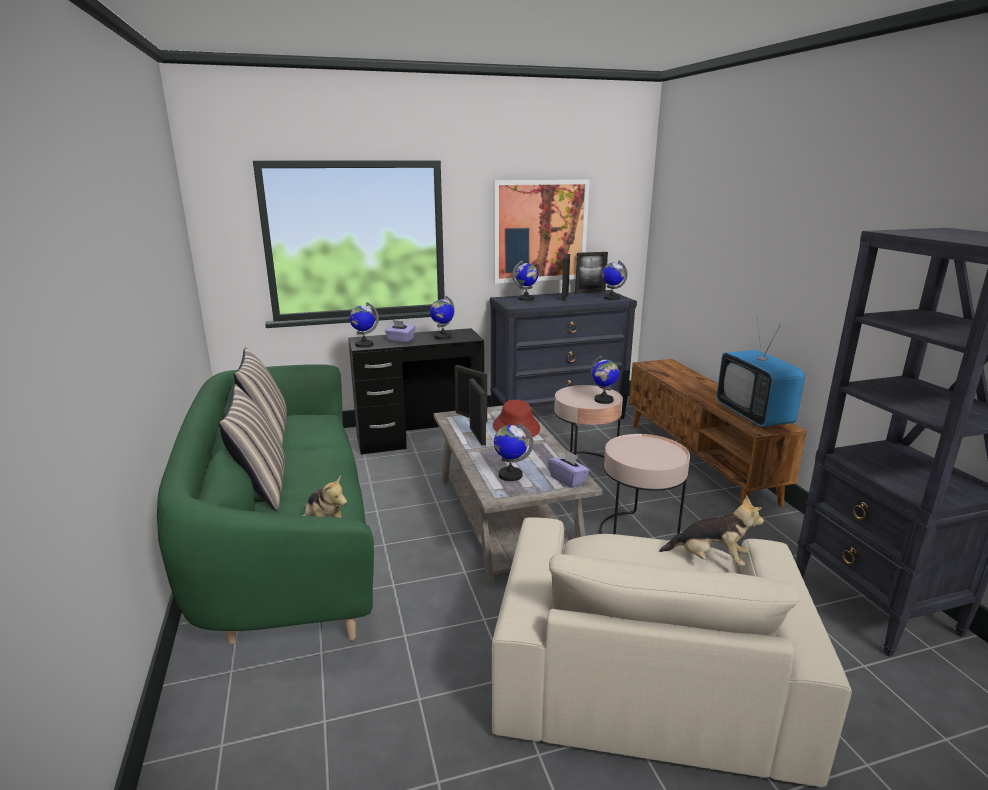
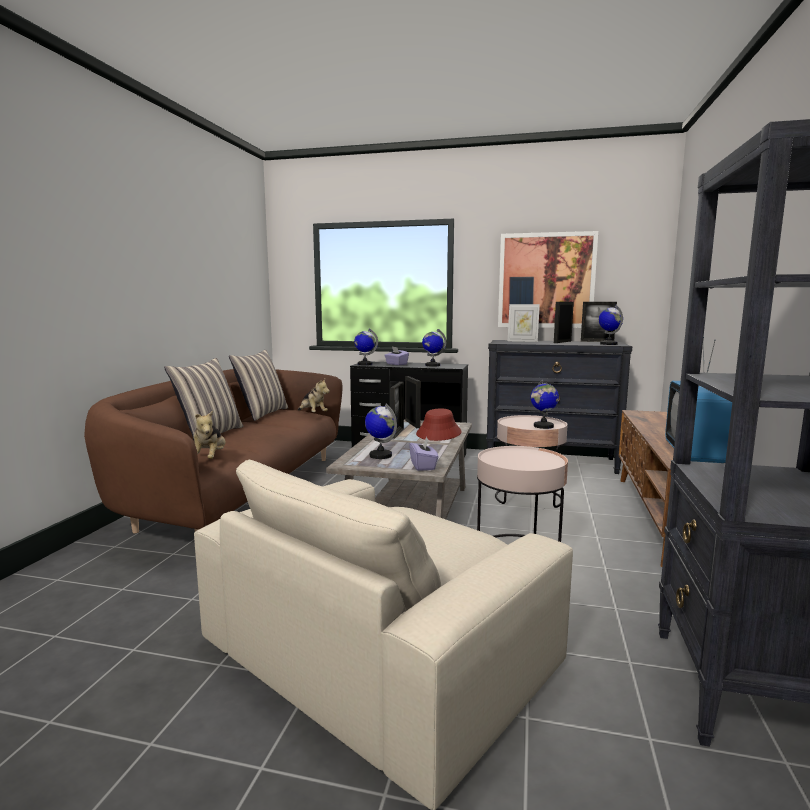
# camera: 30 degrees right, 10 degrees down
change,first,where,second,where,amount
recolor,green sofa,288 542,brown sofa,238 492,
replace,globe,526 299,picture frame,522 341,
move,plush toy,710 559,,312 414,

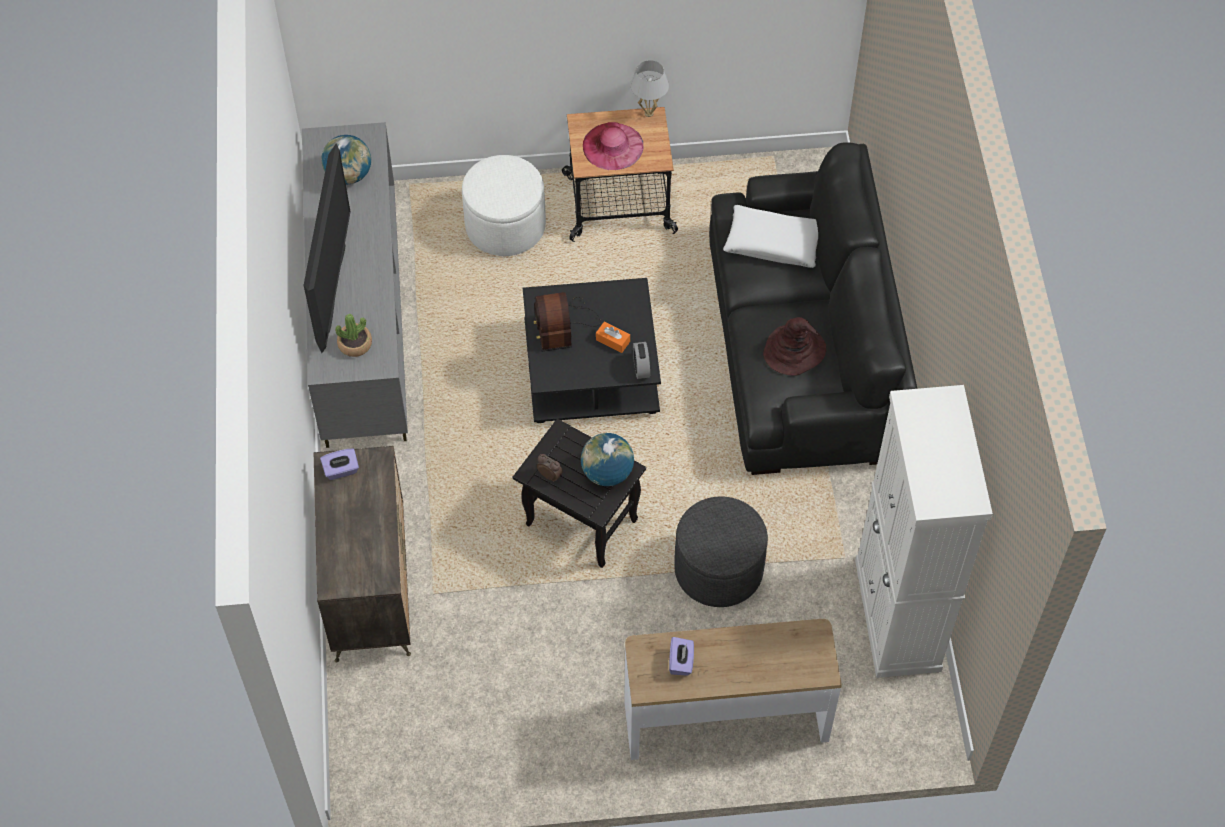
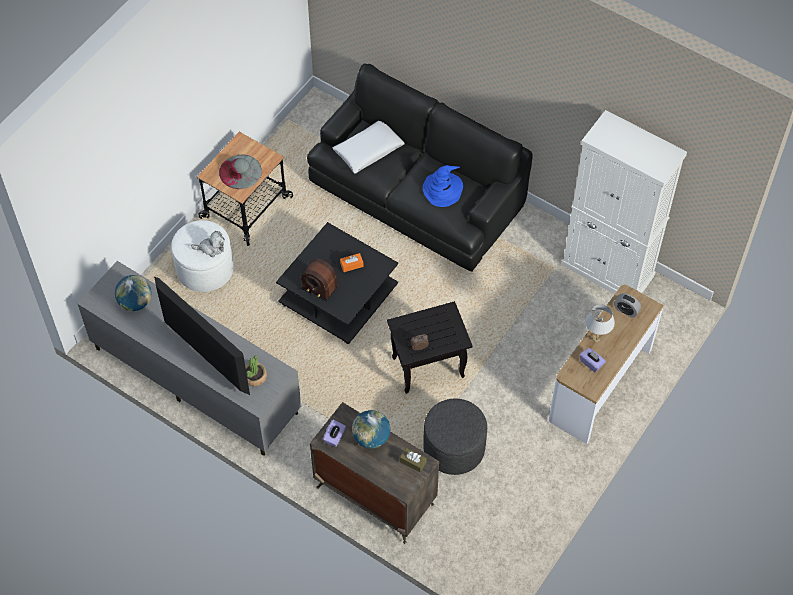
# camera: 50 degrees left, 0 degrees up
change,first,where,second,where,amount
move,globe,607 473,,371 438,
recolor,pink hat,612 146,grey hat,240 171,
move,white table lamp,649 113,,596 338,
move,alarm clock,641 368,,626 310,
move,grey ottoman,718 569,,454 448,
recolor,brown hat,794 350,blue hat,442 189,
insert,,,plush toy,211 248,
insert,,,brown tissue box,413 462,

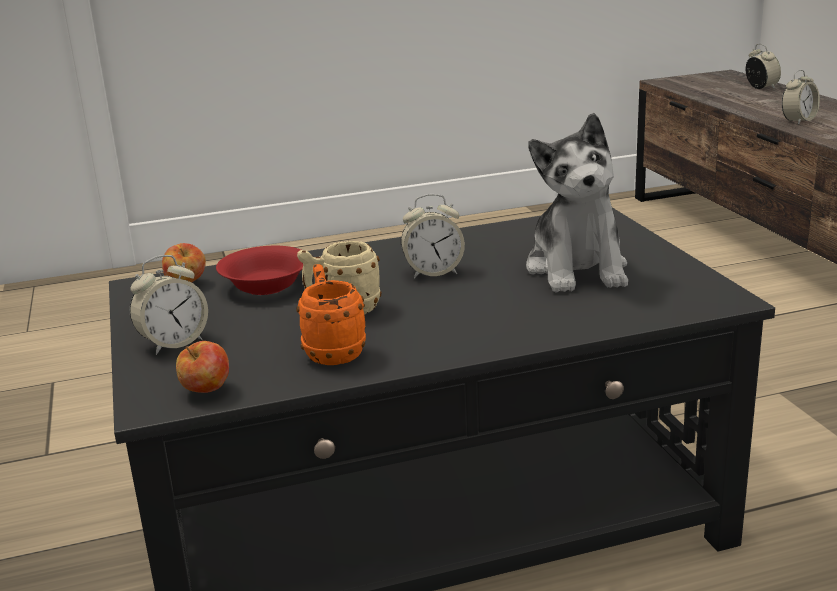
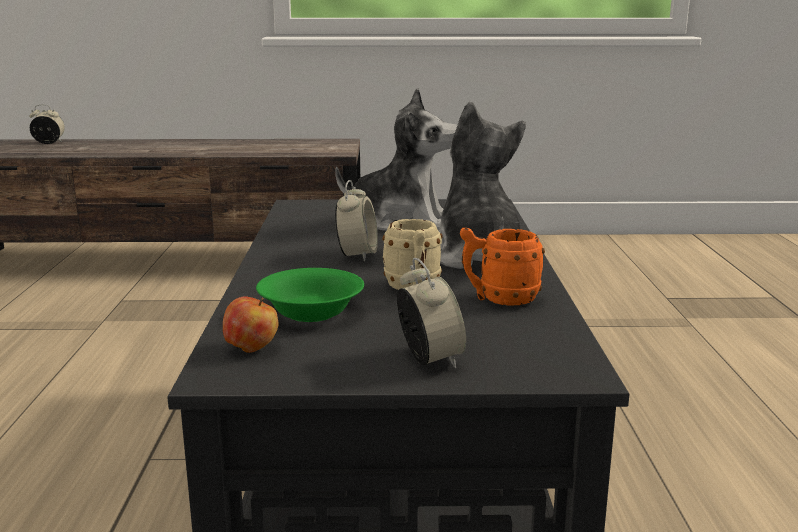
# camera: 75 degrees left, 5 degrees down
change,first,where,second,where,amount
delete,apple,207 391,,,
recolor,red bowl,266 286,green bowl,310 312,
delete,alarm clock,798 121,,,
insert,,,plush toy,476 257,

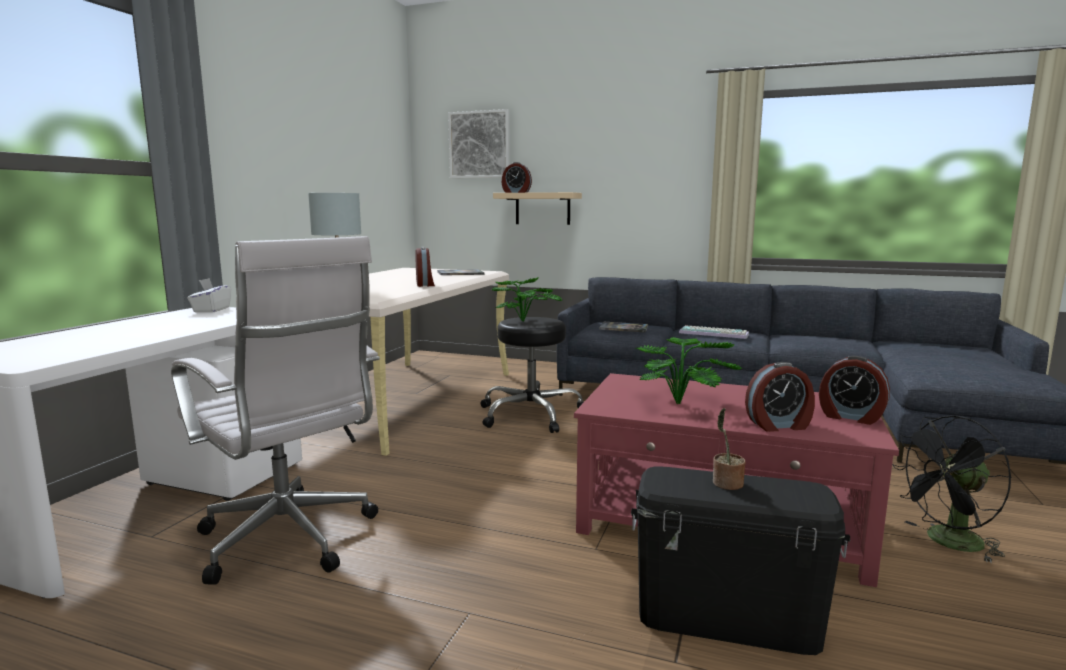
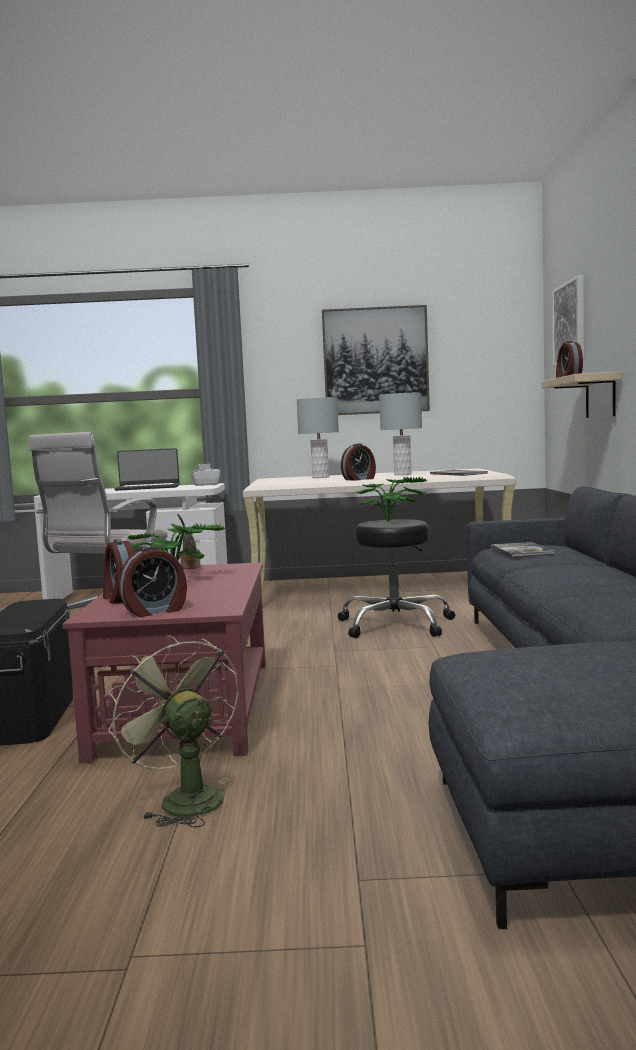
# camera: 70 degrees right, 5 degrees down
change,first,where,second,where,amount
delete,keyboard,714 333,,,
move,potted plant,726 484,,189 567,
rotate,alarm clock,850 417,,155 611,135 degrees counterclockwise
recolor,black fan,947 543,green fan,183 798,
insert,,,laptop,148 487,
insert,,,picture,375 361,
insert,,,grey table lamp,403 474,

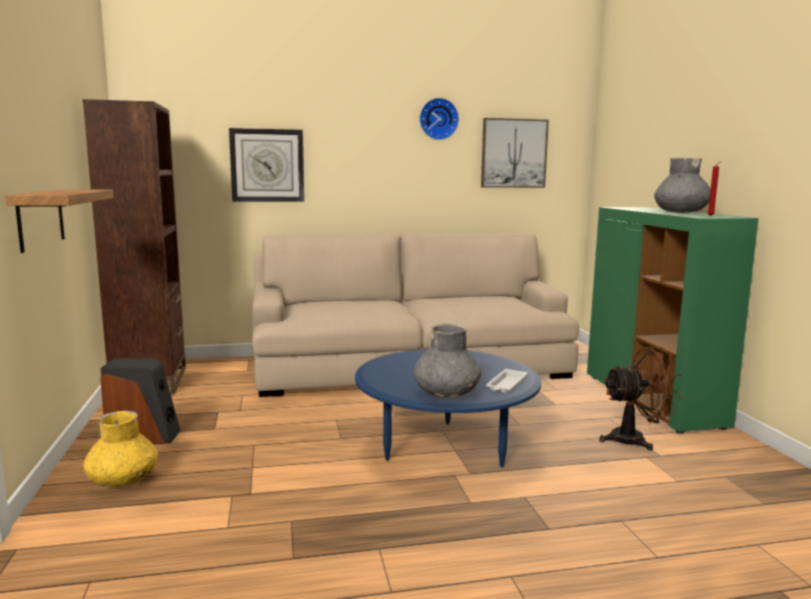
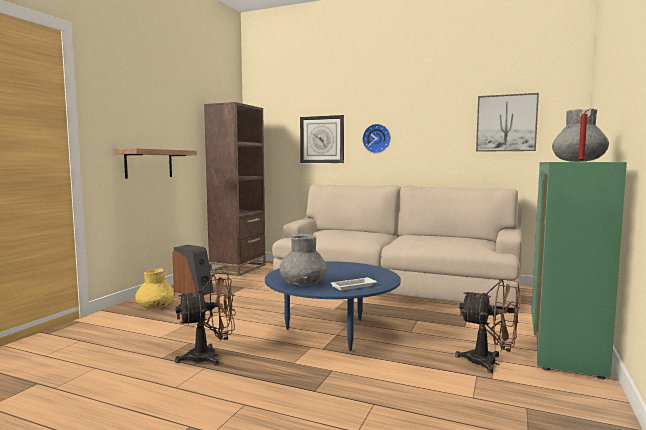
# camera: 35 degrees right, 5 degrees down
change,first,where,second,where,amount
move,wall clock,438 119,,377 138,
insert,,,brown fan,210 356,

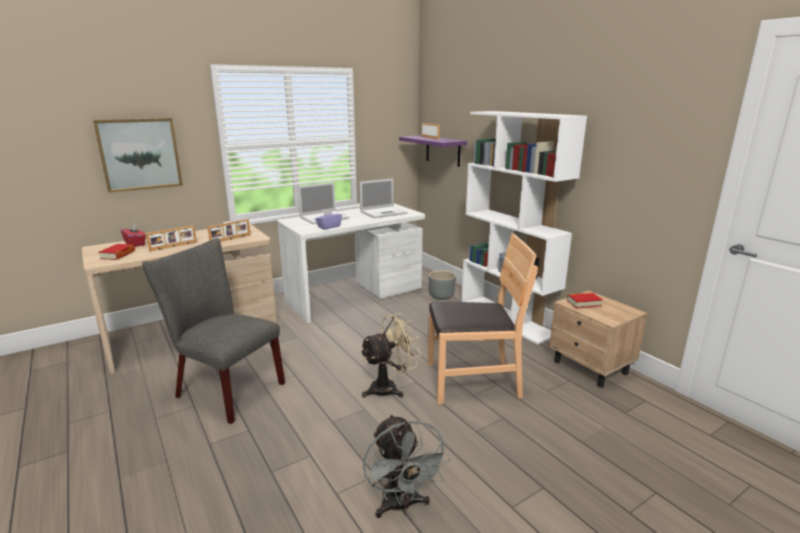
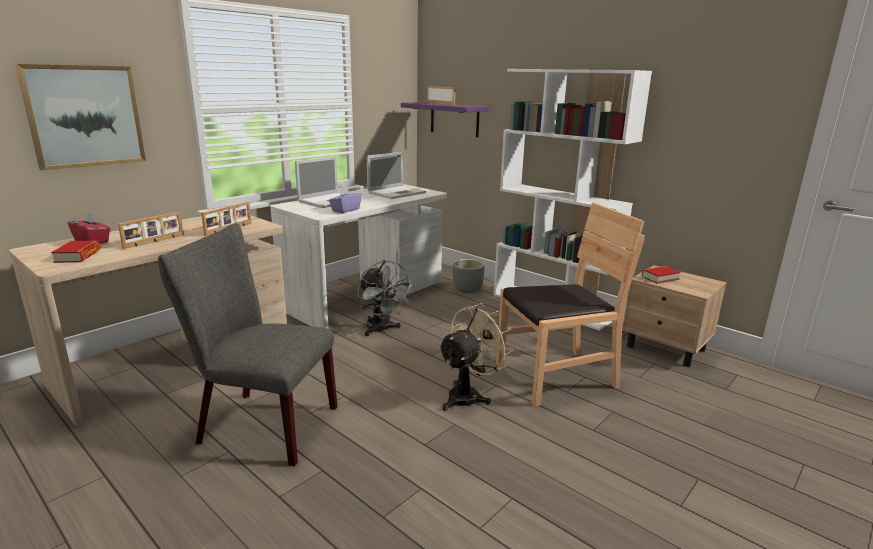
# camera: 15 degrees left, 0 degrees up
change,first,where,second,where,amount
move,grey fan,401 506,,381 330,

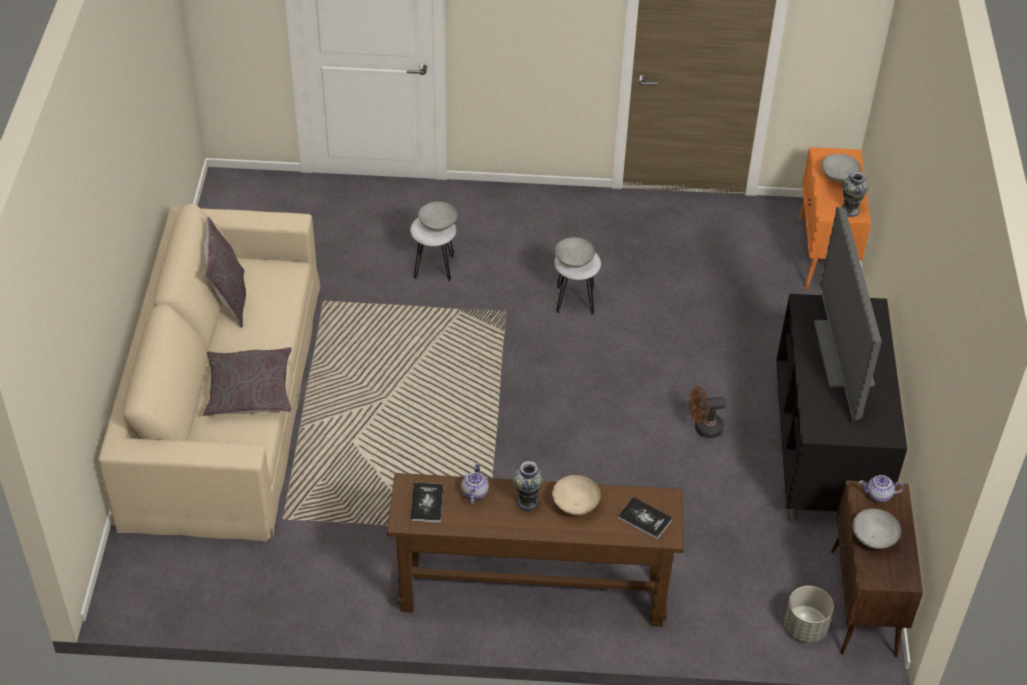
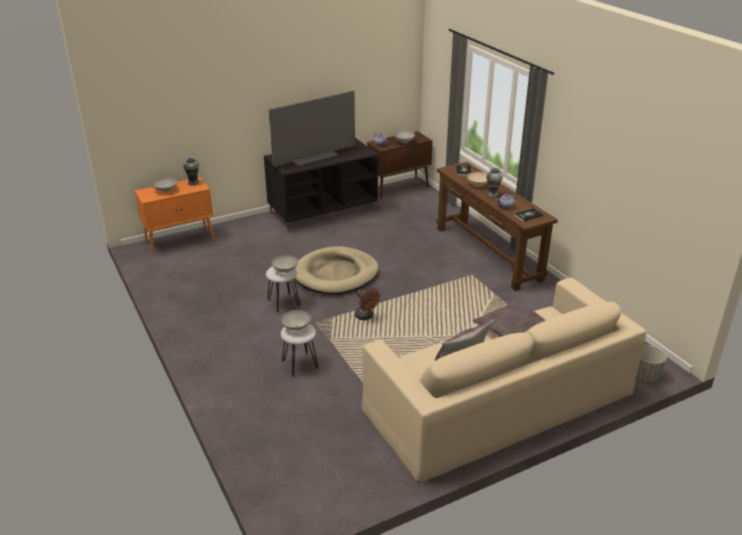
# camera: 120 degrees left, 15 degrees down
change,first,where,second,where,amount
move,brown fan,703 428,,366 317,
move,grey planter,804 627,,646 375,
insert,,,beige dog bed,336 274,

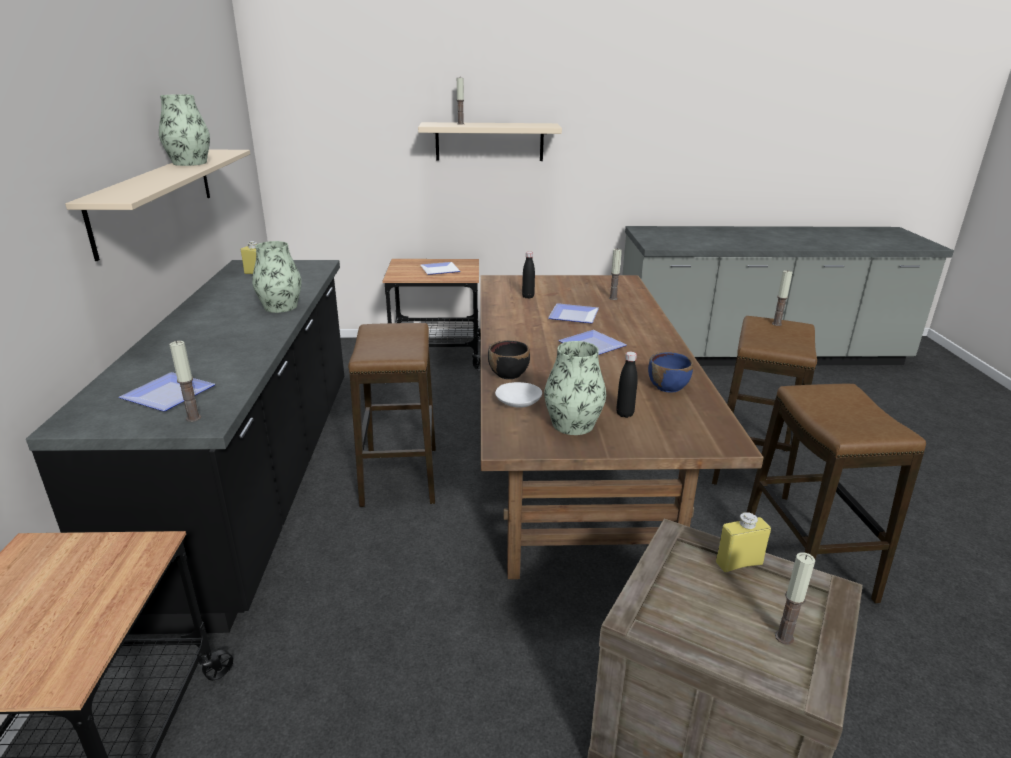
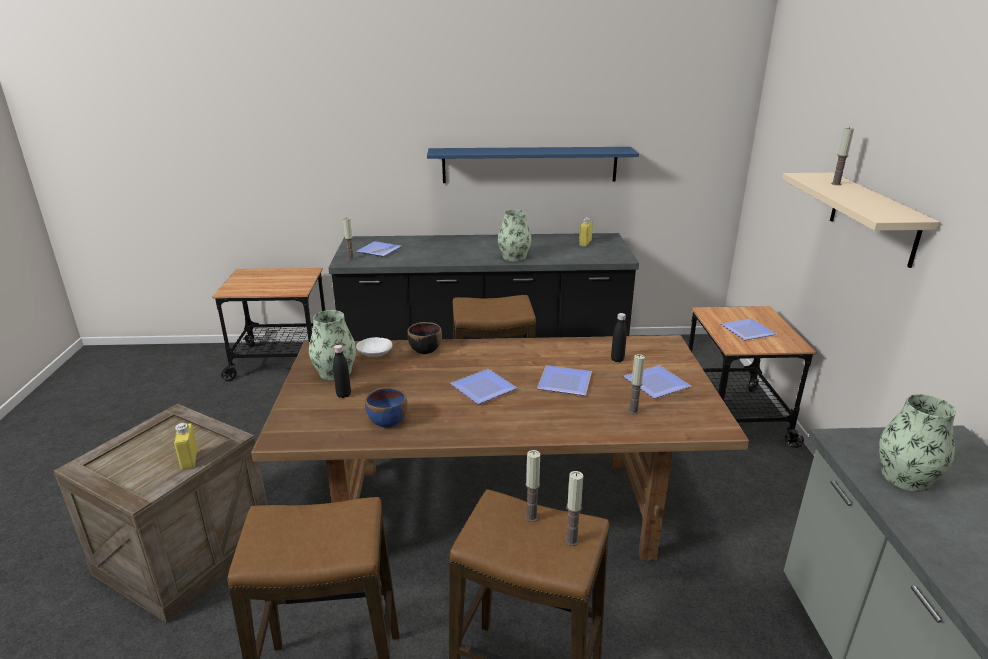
# camera: 90 degrees right, 0 degrees up
change,first,where,second,where,amount
recolor,beige shelf,156 197,blue shelf,529 164,
move,vase,190 163,,905 477,
move,candle,784 637,,531 517,
insert,,,plate,656 383,

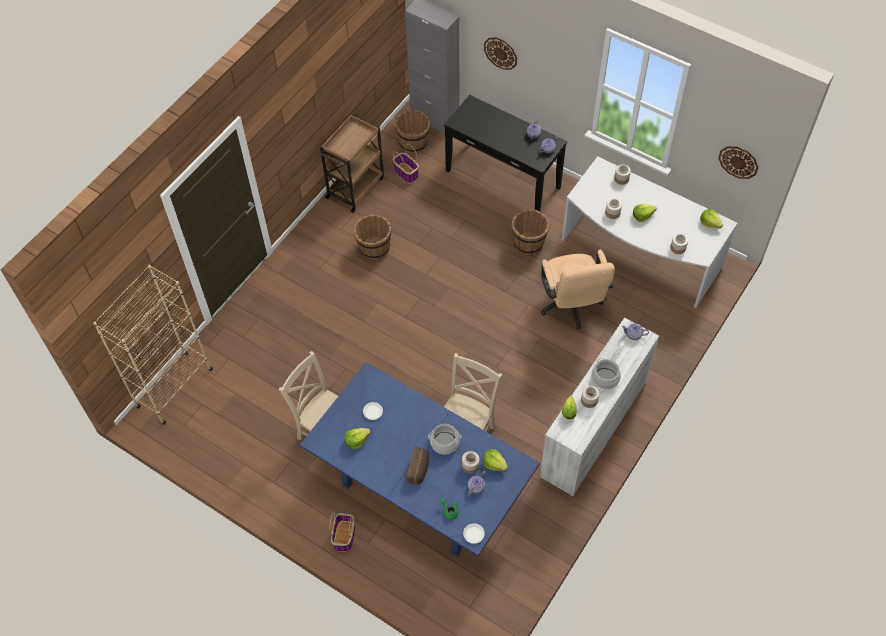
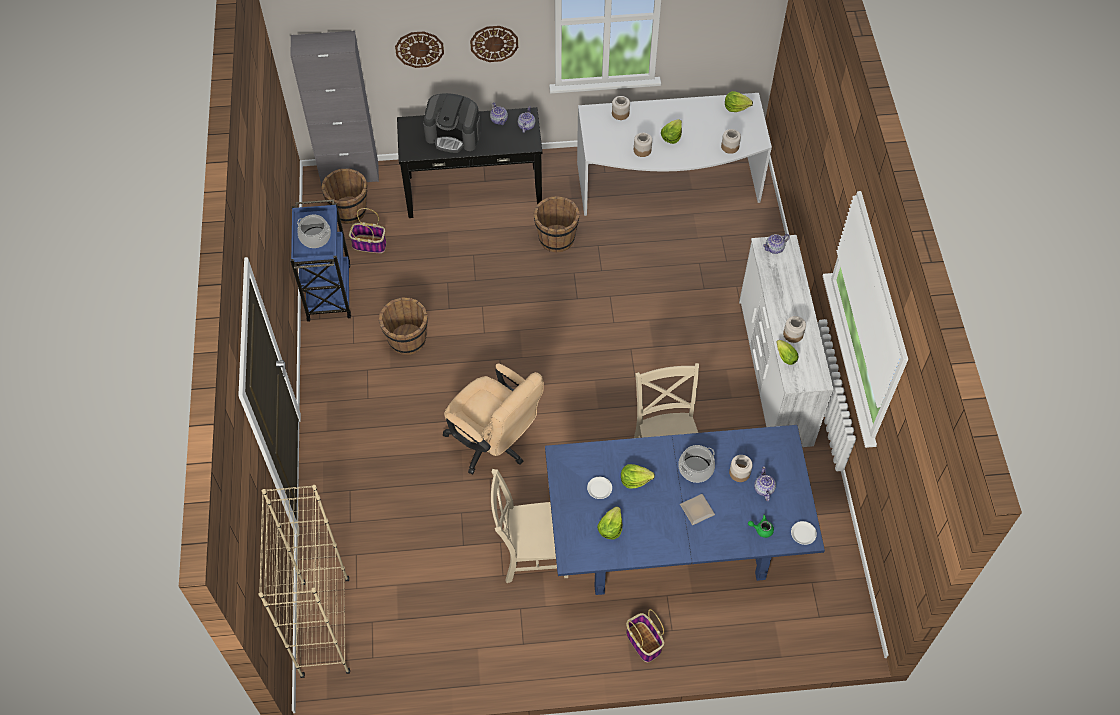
# camera: 40 degrees left, 0 degrees up
change,first,where,second,where,amount
recolor,brown cart,356 187,blue cart,329 290,
replace,bread,419 469,plate,696 511,
move,lettuce,494 463,,635 479,
move,beige office chair,571 306,,494 444,
move,cooking pot,605 378,,315 237,
move,wall clock,738 162,,494 43,
insert,,,coffee machine,453 135,

